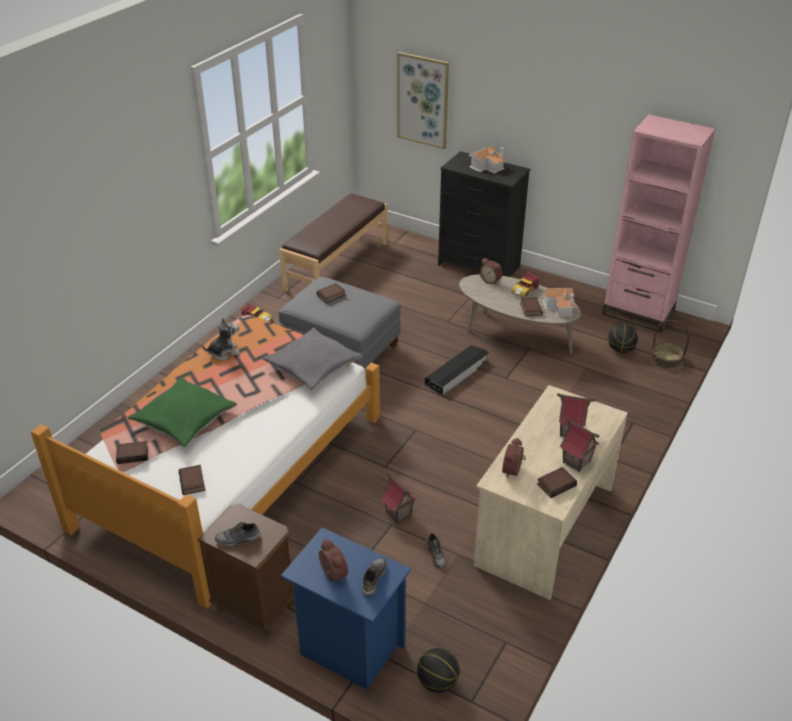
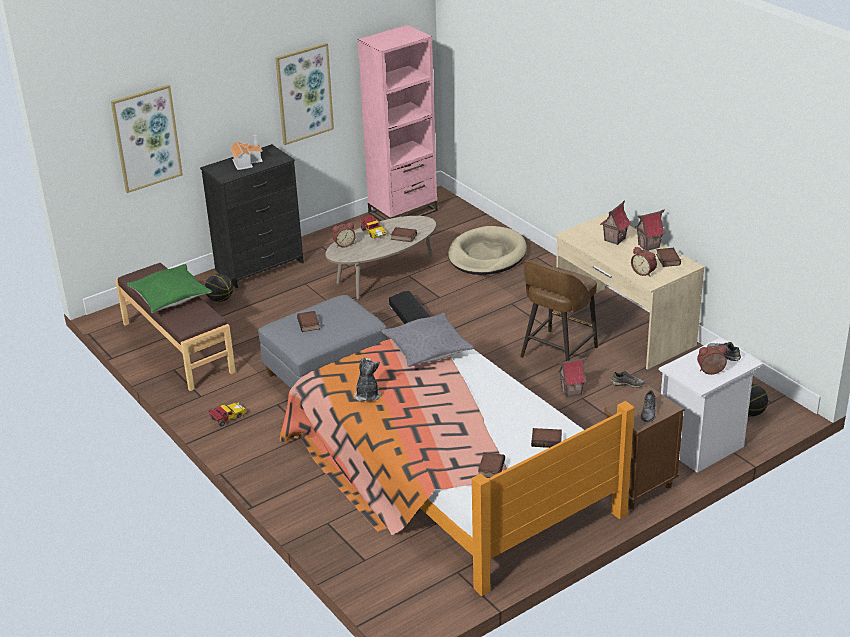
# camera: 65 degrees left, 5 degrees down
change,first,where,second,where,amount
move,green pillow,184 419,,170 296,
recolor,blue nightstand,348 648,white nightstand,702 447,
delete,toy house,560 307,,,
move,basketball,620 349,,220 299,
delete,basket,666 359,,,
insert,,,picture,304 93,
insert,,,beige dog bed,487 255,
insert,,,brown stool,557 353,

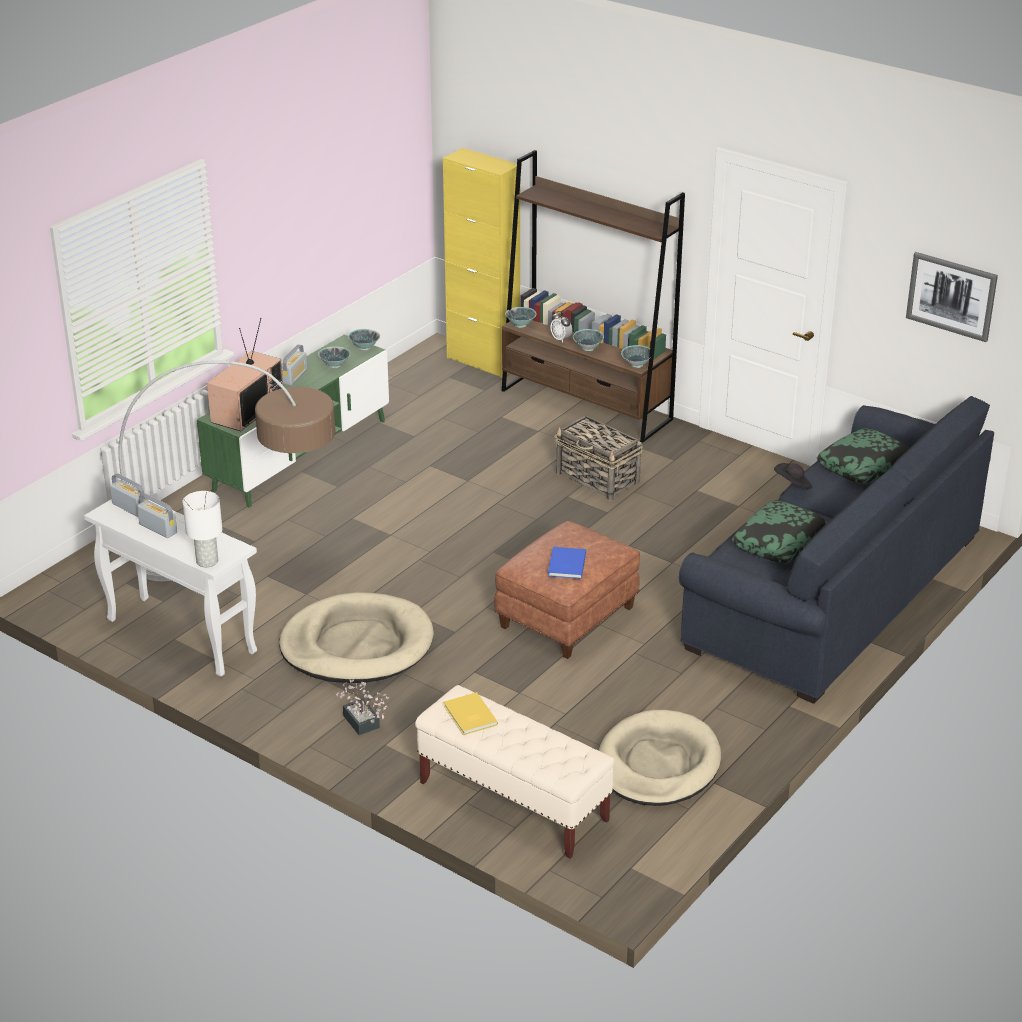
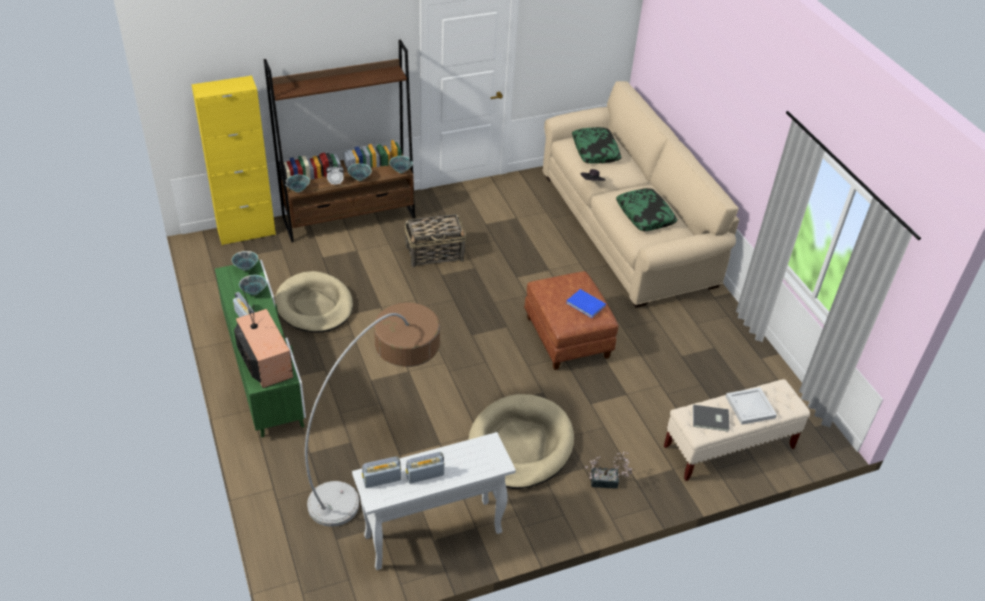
# camera: 60 degrees left, 10 degrees up
change,first,where,second,where,amount
delete,white table lamp,206 561,,,
recolor,yellow book,469 716,grey book,711 420,
move,beige dog bed,658 764,,314 305,
recolor,blue sofa,833 591,beige sofa,626 228,
delete,picture,951 296,,,
insert,,,white tray,749 407,

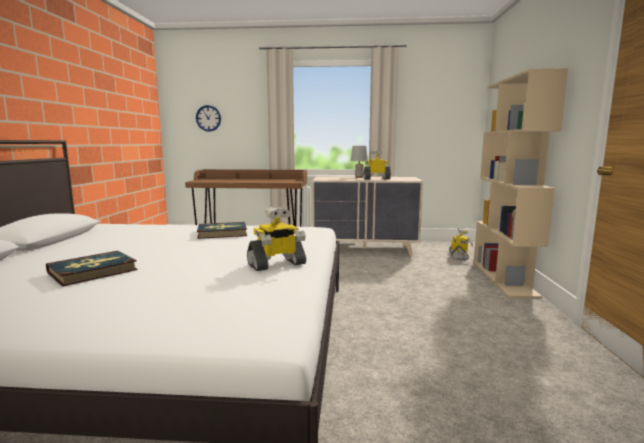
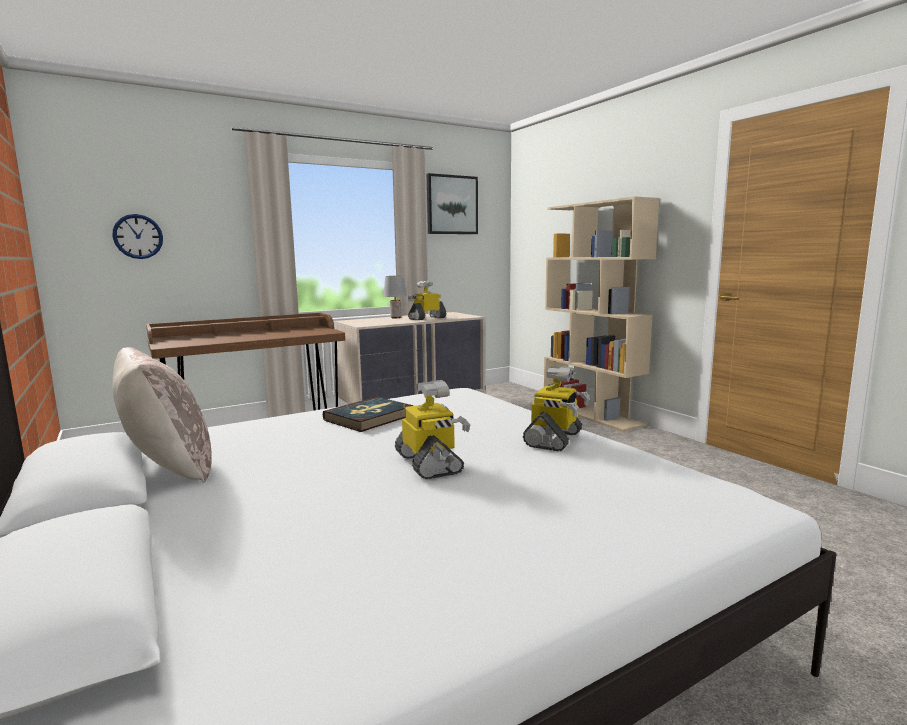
# camera: 35 degrees left, 0 degrees up
change,first,where,second,where,amount
delete,book,93 271,,,
move,toy robot,459 256,,430 463,
insert,,,beige pillow,167 467,
insert,,,picture,452 205,

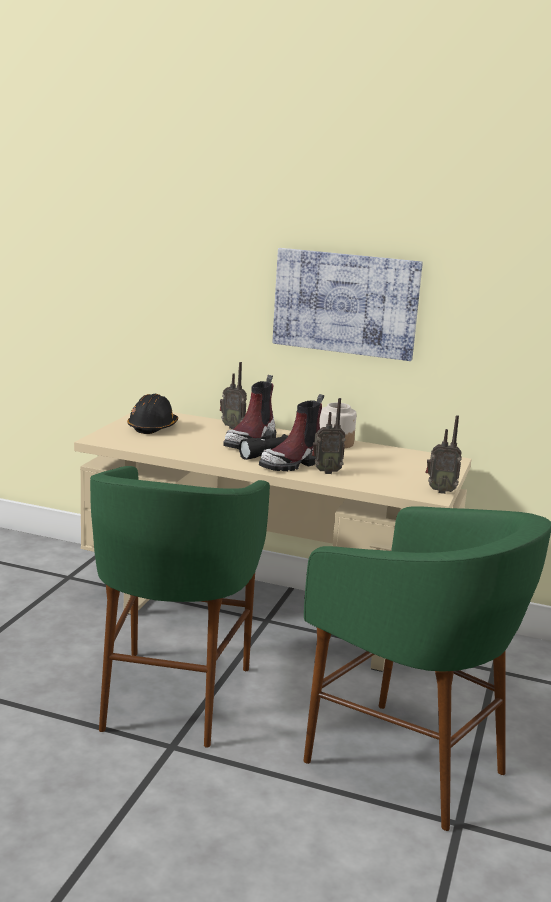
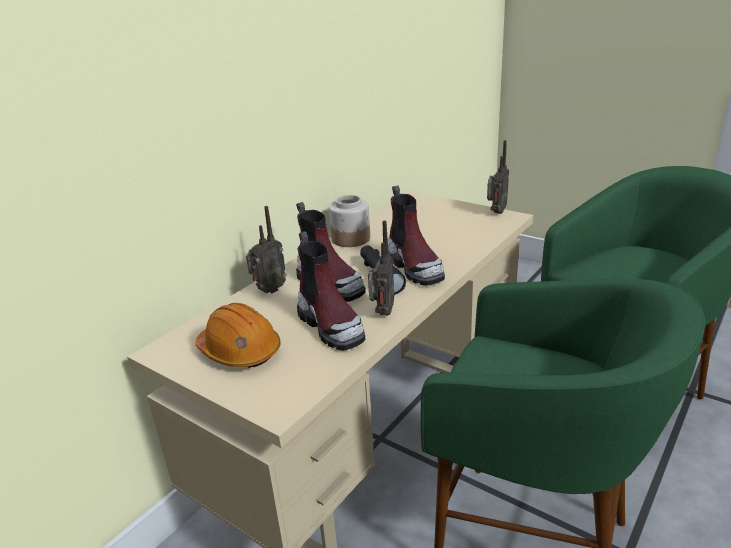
# camera: 70 degrees left, 10 degrees up
change,first,where,second,where,amount
recolor,black hard hat,153 427,orange hard hat,240 351,
delete,picture,345 303,,,
move,radio,325 471,,382 313,
insert,,,boot,331 326,

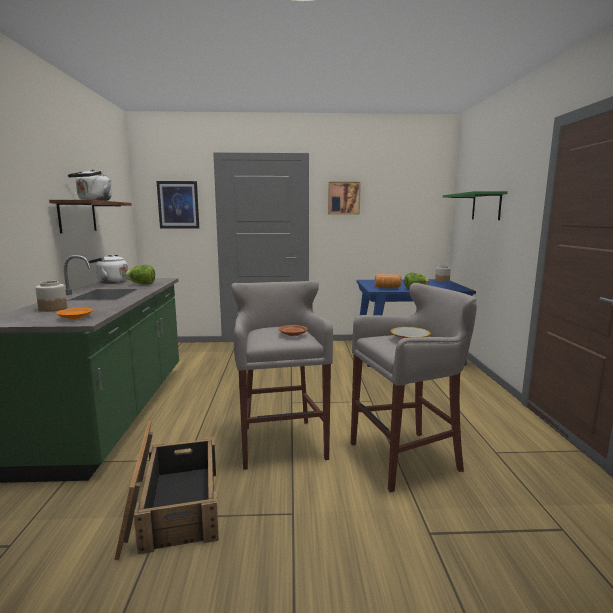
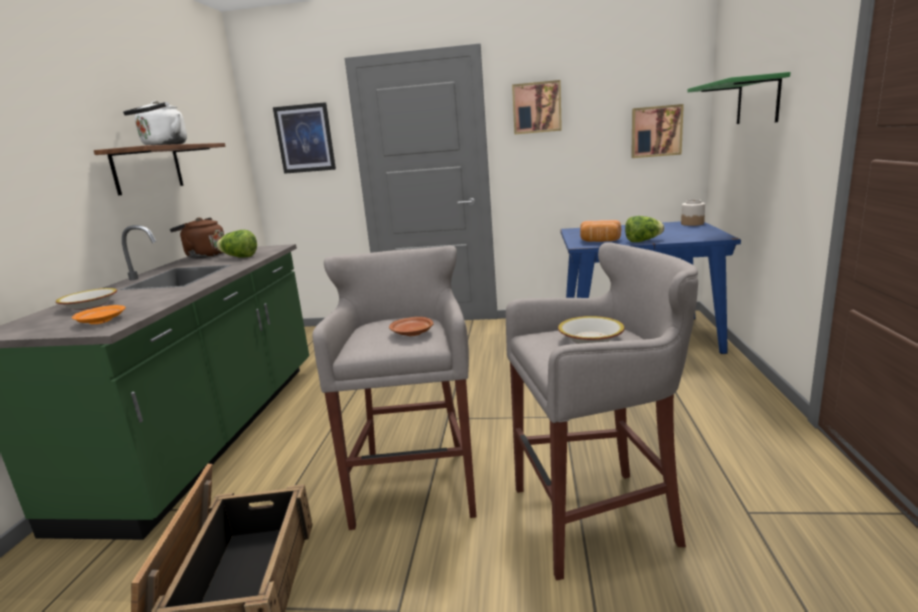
# camera: 10 degrees right, 5 degrees up
change,first,where,second,where,amount
replace,jar,53 309,bowl,90 305,
recolor,white kettle,111 282,brown kettle,204 256,
insert,,,picture,656 131,

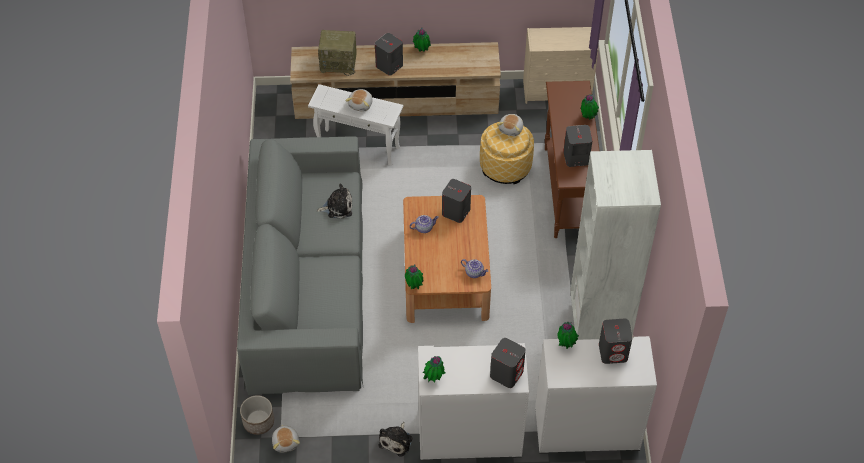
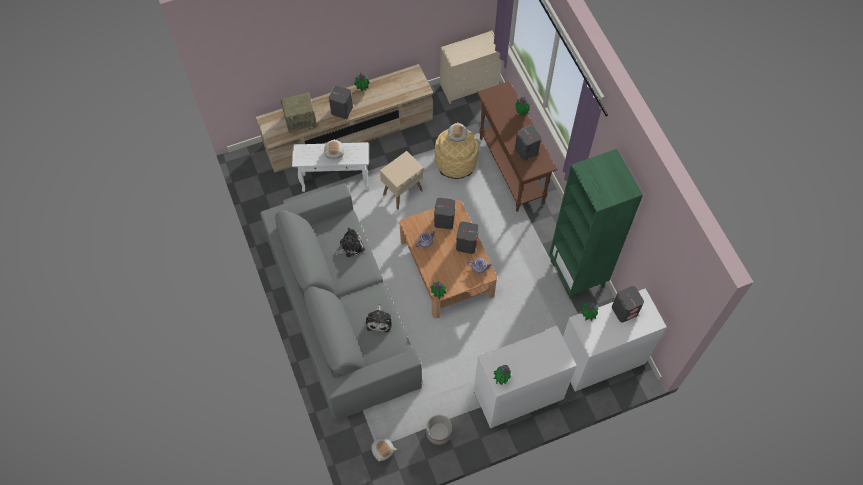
# camera: 20 degrees left, 10 degrees up
change,first,where,second,where,amount
move,planter,258 421,,438 433,
move,plush toy,397 440,,379 320,
move,grey speaker,506 373,,466 244,
recolor,white bookcase,599 326,green bookcase,577 274,
insert,,,beige side table,402 193,

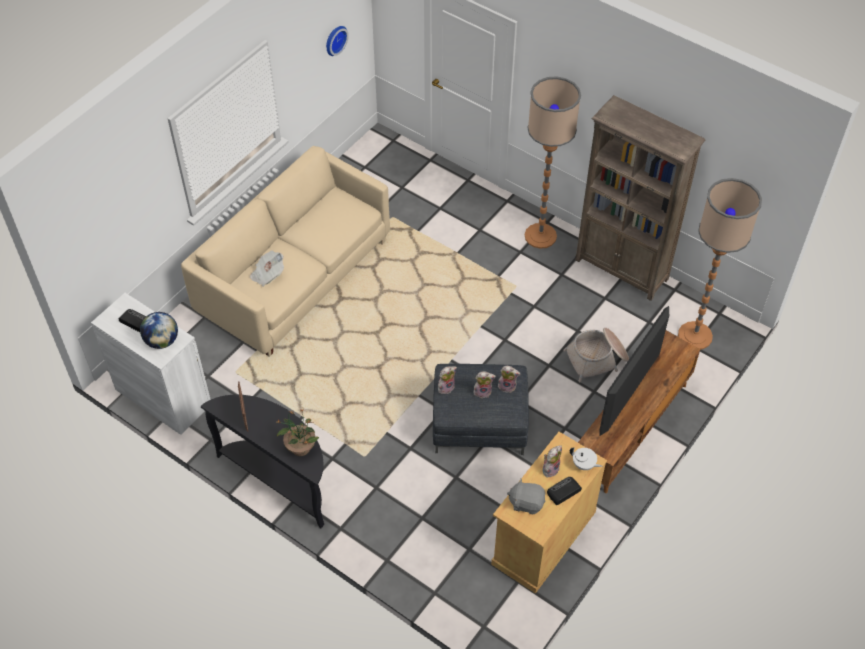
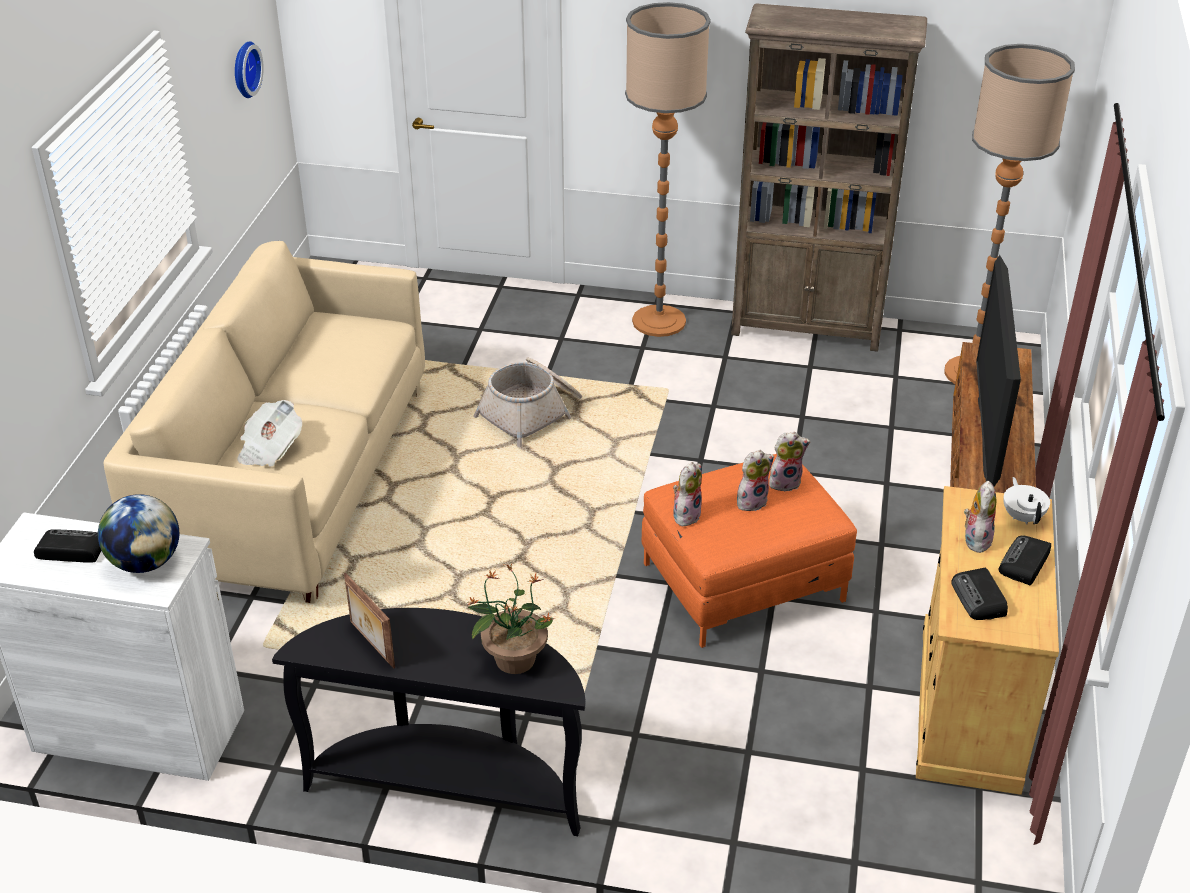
# camera: 25 degrees left, 15 degrees down
change,first,where,second,where,amount
recolor,grey ottoman,479 424,orange ottoman,743 582,
replace,grey plush toy,526 502,radio,979 599,
move,basket,597 359,,532 413,
rotate,white teapot,584 465,,1023 516,105 degrees counterclockwise

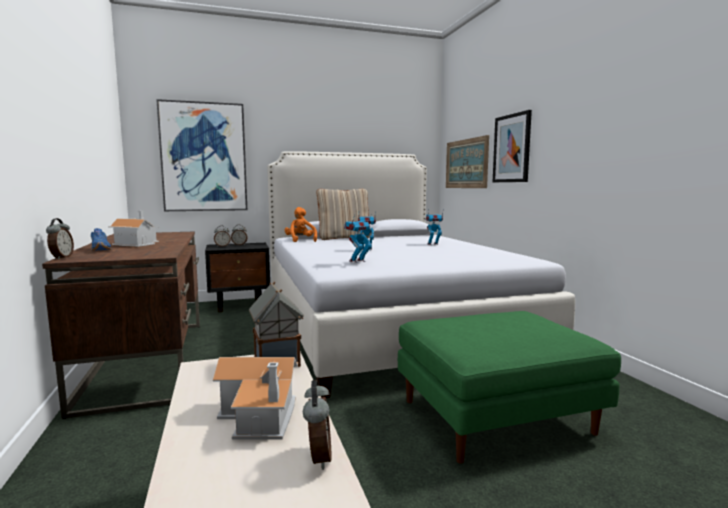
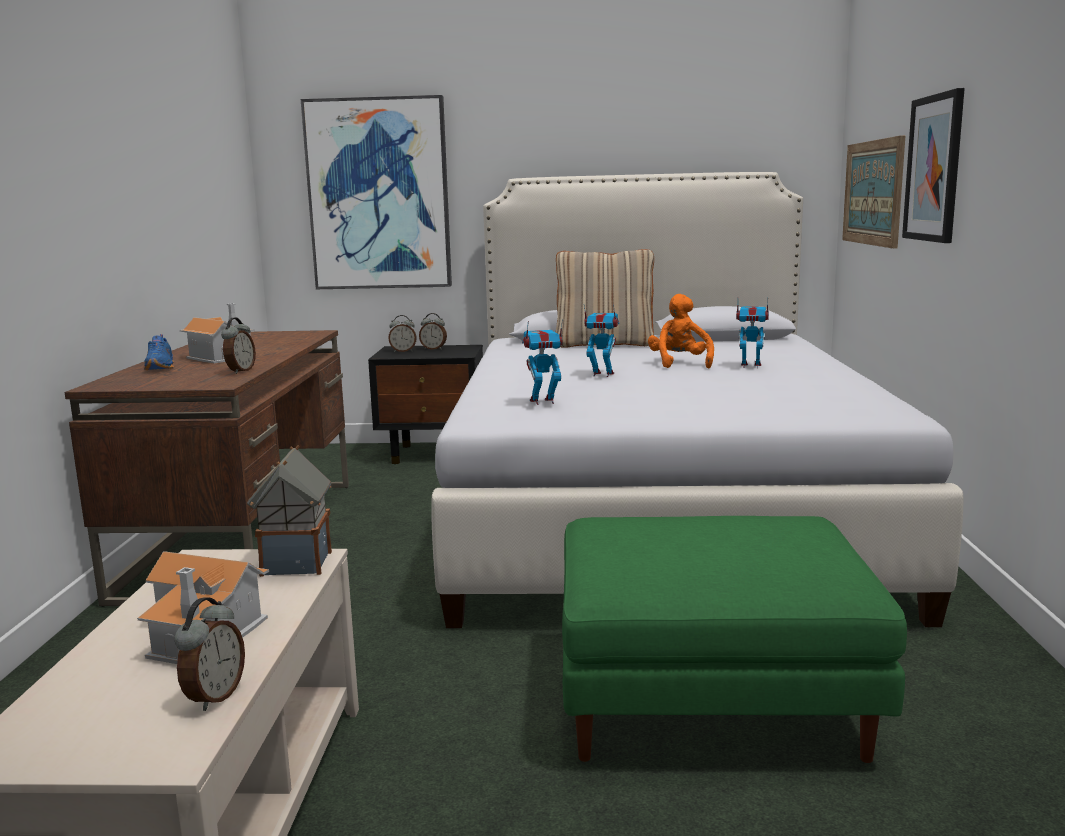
# camera: 20 degrees right, 5 degrees up
change,first,where,second,where,amount
move,alarm clock,61 258,,240 371,
move,orange plush toy,300 241,,679 363,

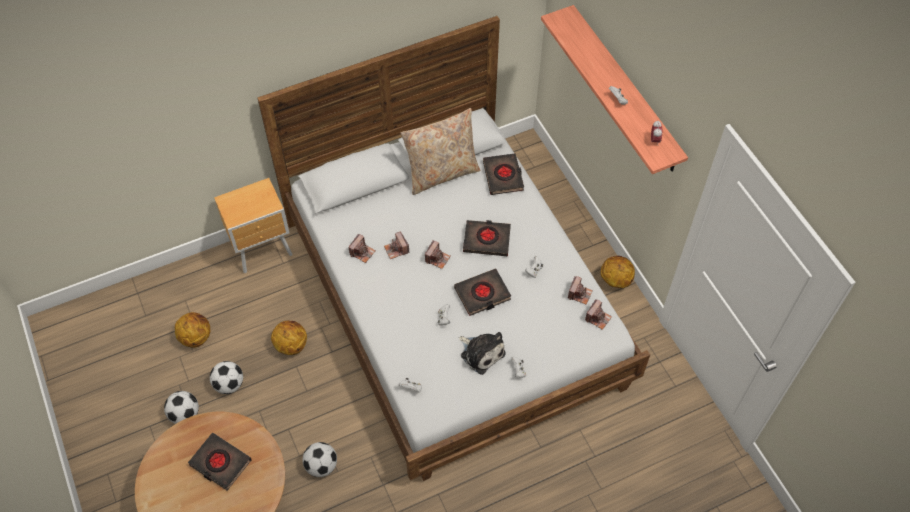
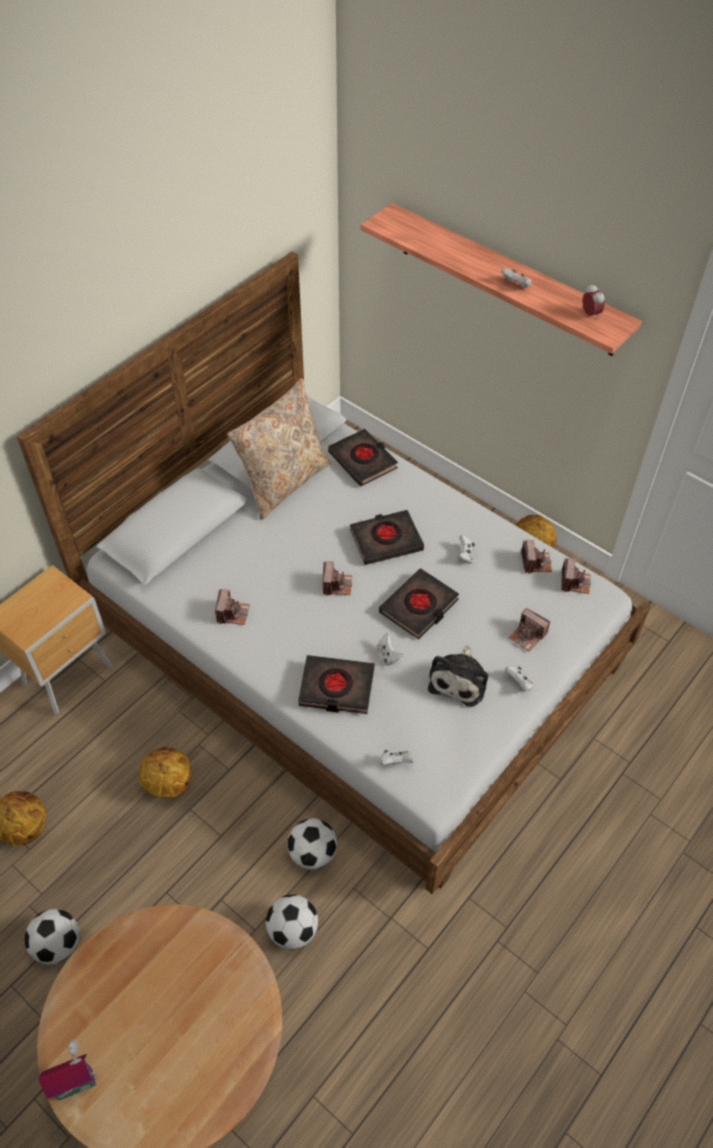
# camera: 25 degrees left, 5 degrees down
change,first,where,second,where,amount
move,black book,220 463,,336 688,
move,football,229 384,,313 853,
move,photo camera,396 249,,527 636,
rotate,plush toy,481 353,,459 679,90 degrees clockwise
insert,,,toy house,75 1081,

